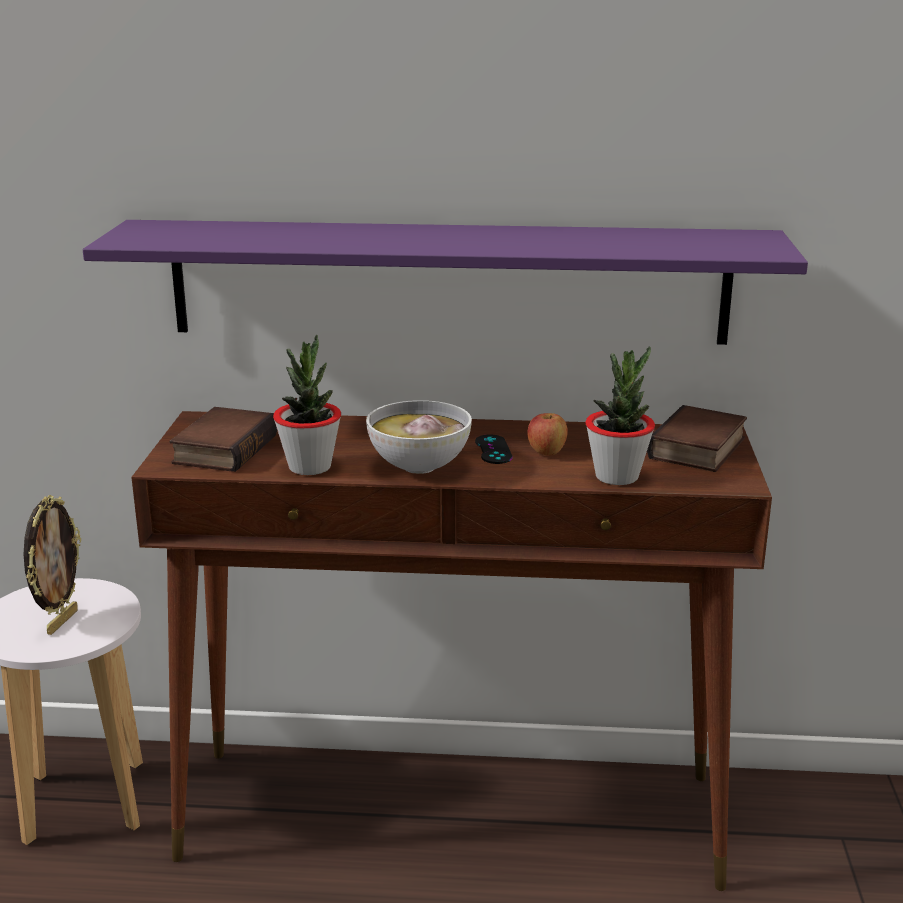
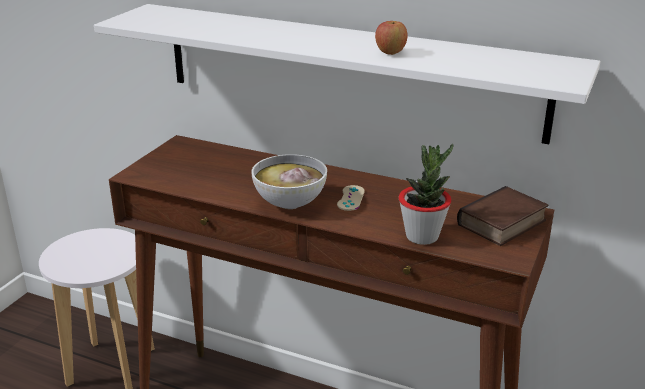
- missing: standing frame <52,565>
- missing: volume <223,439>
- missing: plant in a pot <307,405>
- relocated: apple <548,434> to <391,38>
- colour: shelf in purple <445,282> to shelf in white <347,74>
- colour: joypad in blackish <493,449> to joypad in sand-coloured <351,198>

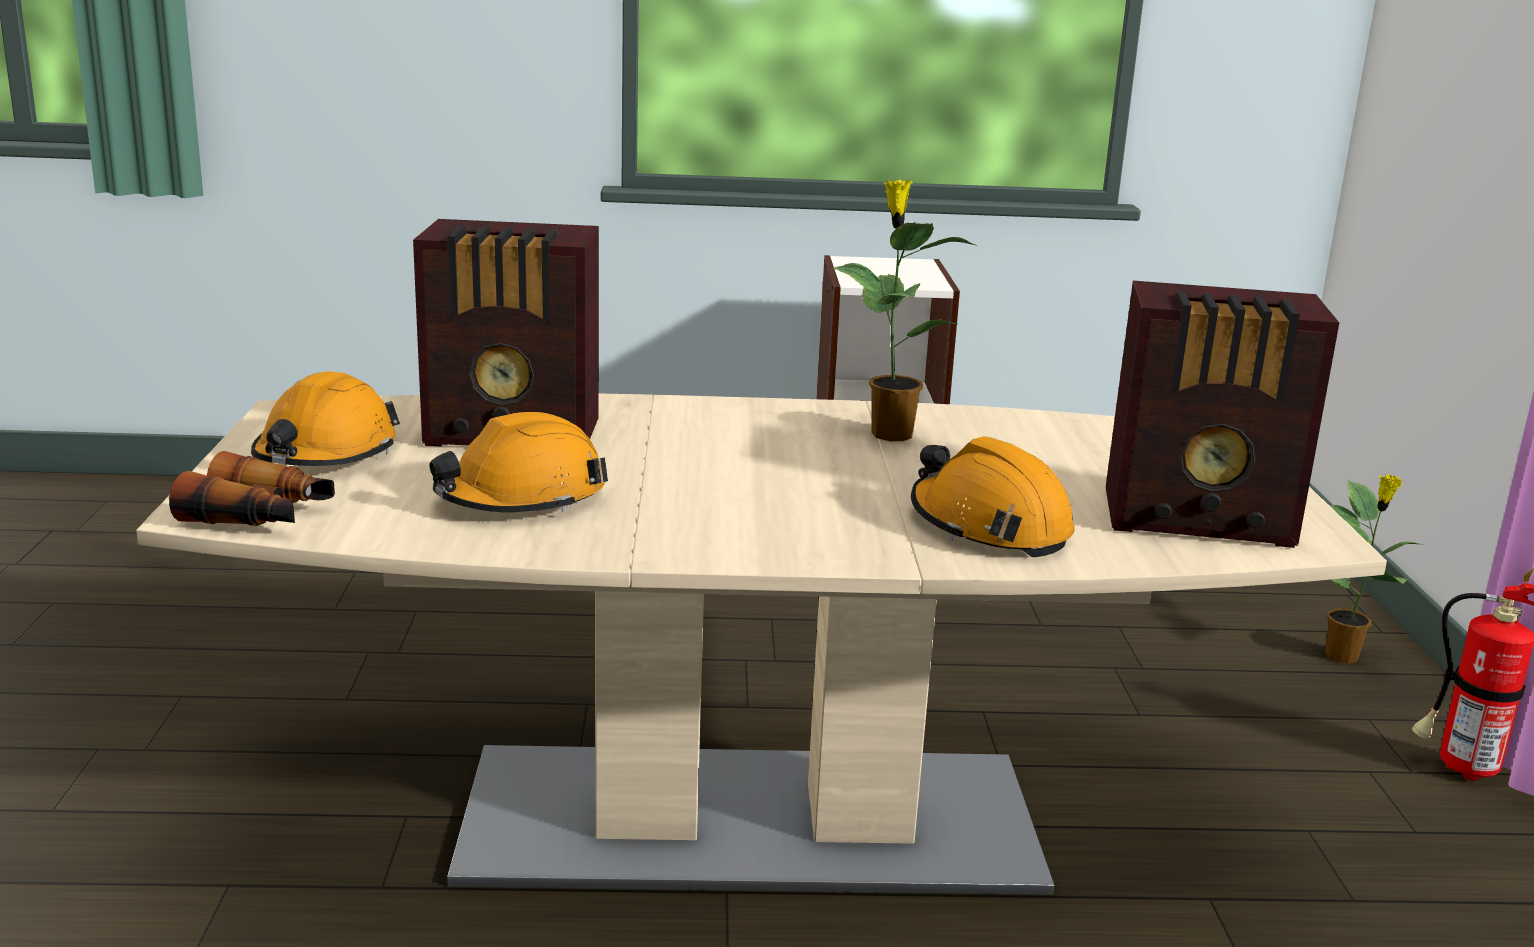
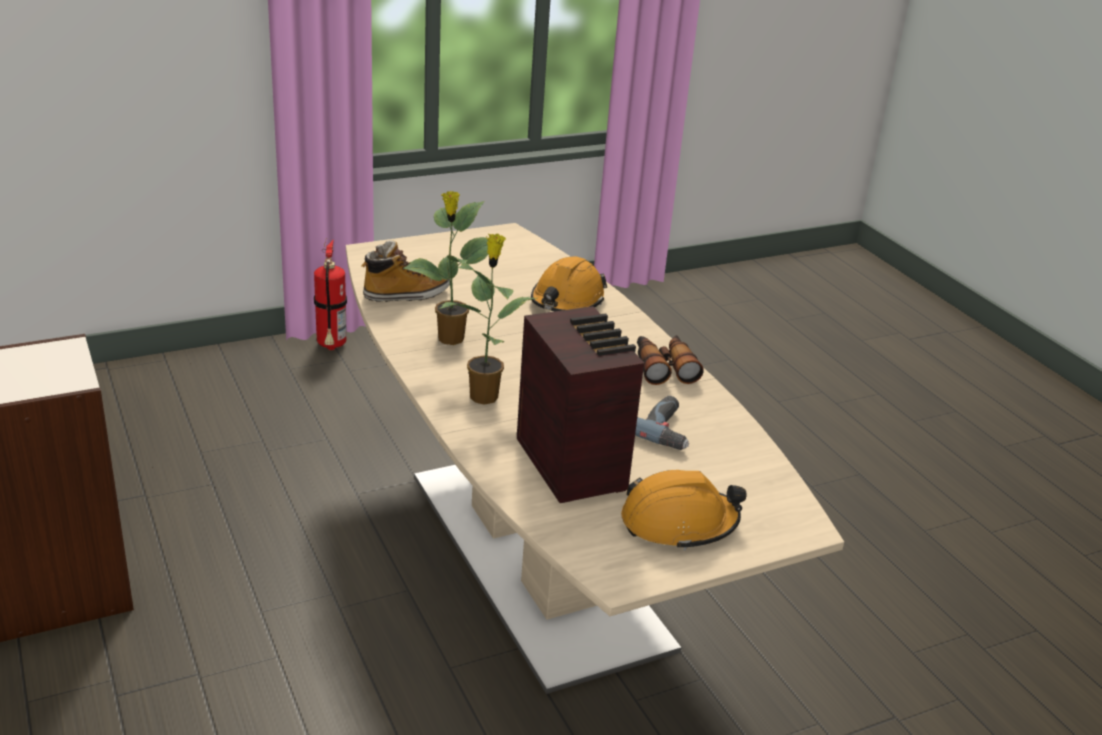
- missing: radio <1222,414>
- appeared: tall boot <406,271>
- relocated: field glasses <252,488> to <670,360>
- relocated: plant in a pot <1371,568> to <488,319>
- exchanged: safety helmet in orange-coloured <518,462> to drill <662,423>

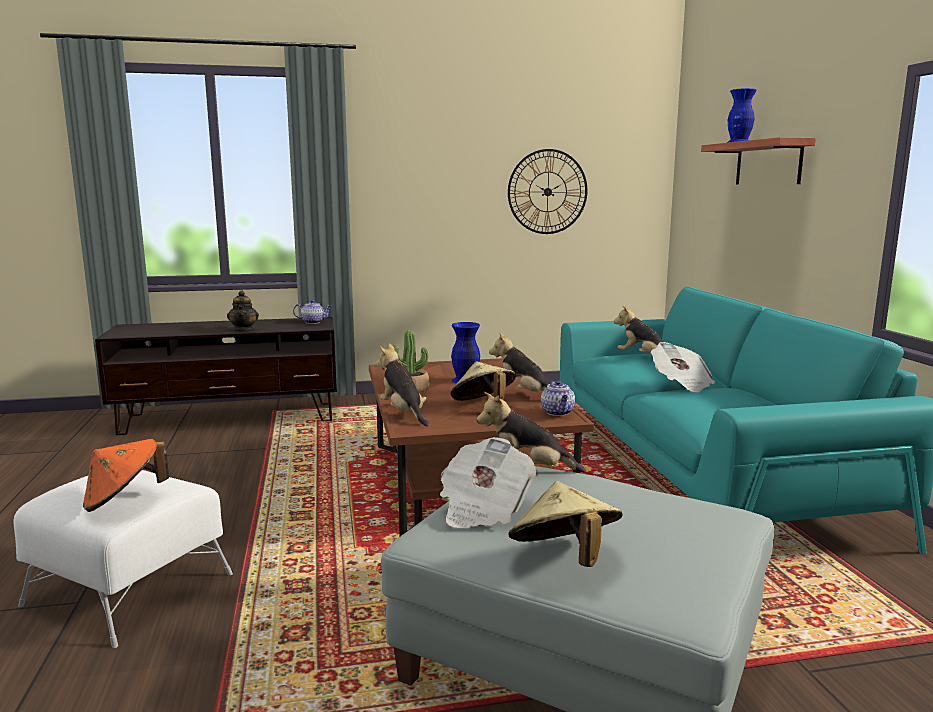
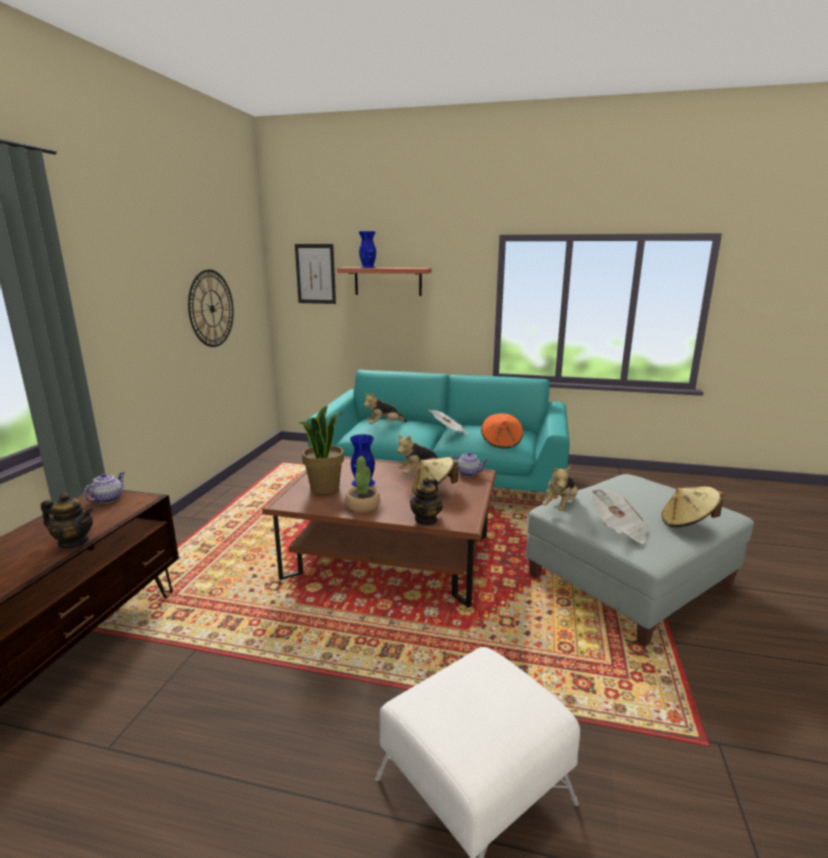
- appeared: wall picture <315,274>
- appeared: plant in a pot <321,449>
- relocated: wearable hat in orange-coloured <126,475> to <502,430>
- exchanged: soft toy <402,385> to teapot <426,501>

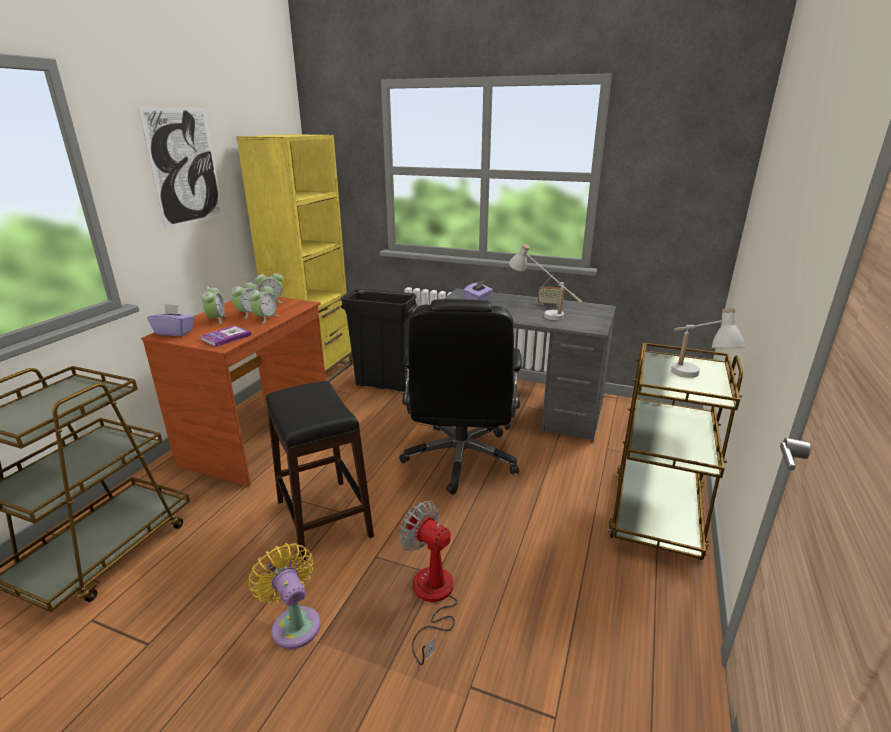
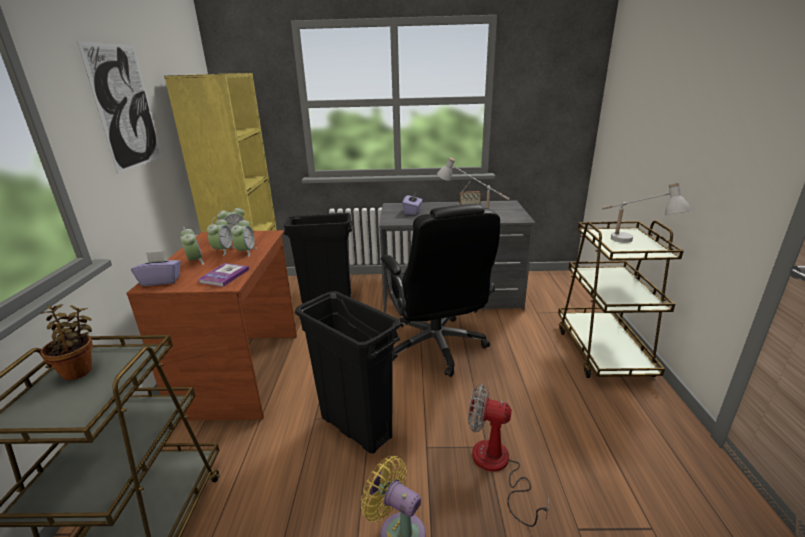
- appeared: plant in a pot <66,342>
- exchanged: sitting stool in blackish <320,471> to trash can in blackish <347,372>

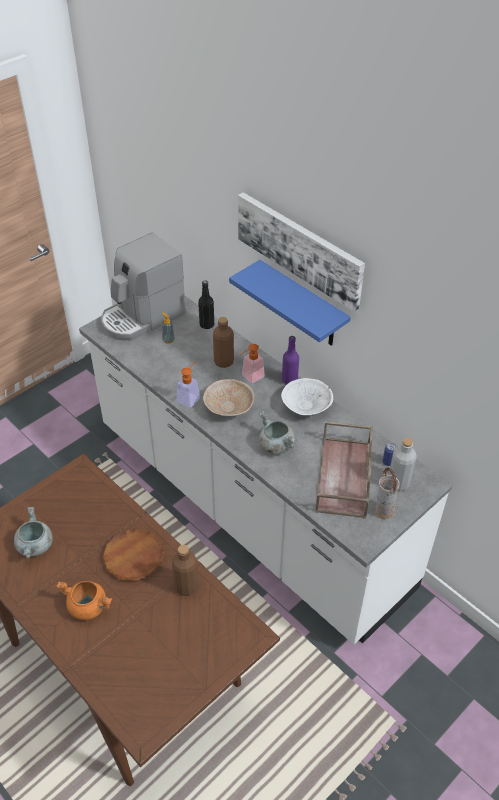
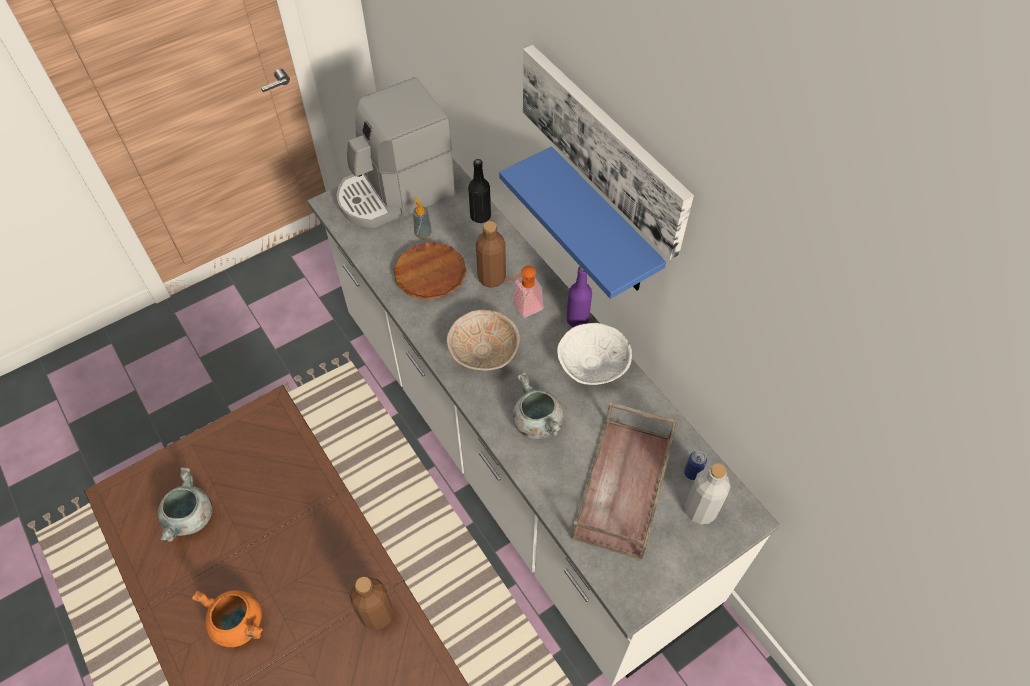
- missing: soap bottle <188,384>
- missing: flower vase <387,493>
- relocated: flat dish in brown <133,555> to <430,271>

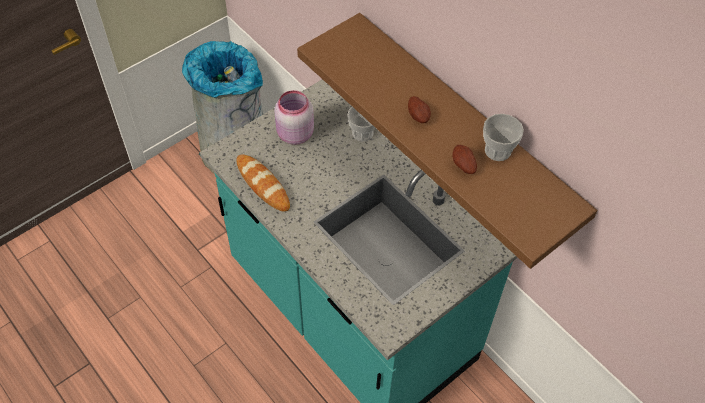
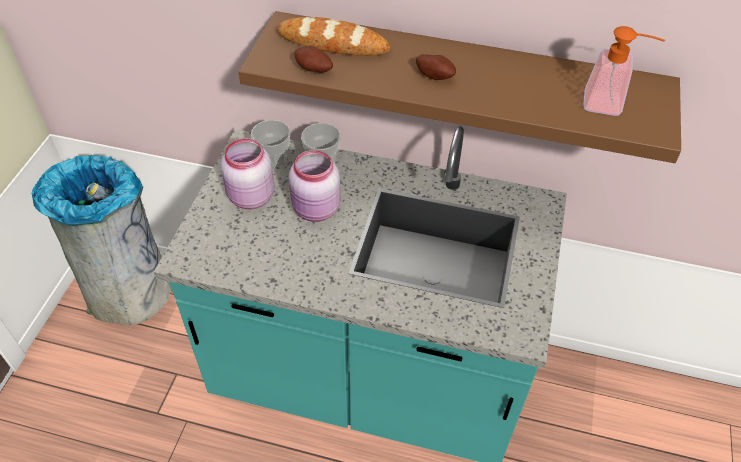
- appeared: jar in pink <314,186>
- appeared: soap bottle <624,71>
- relocated: bakery bread <263,183> to <333,36>
- relocated: potato <464,159> to <313,59>
- relocated: small cup <503,137> to <271,143>

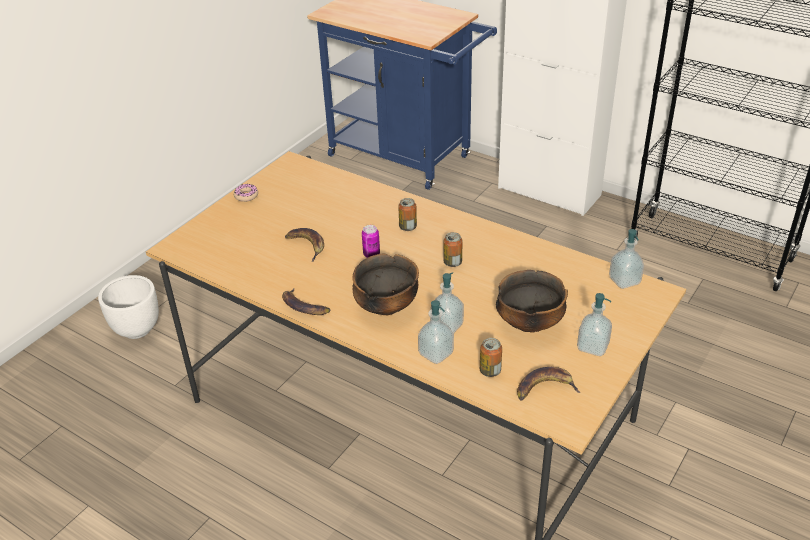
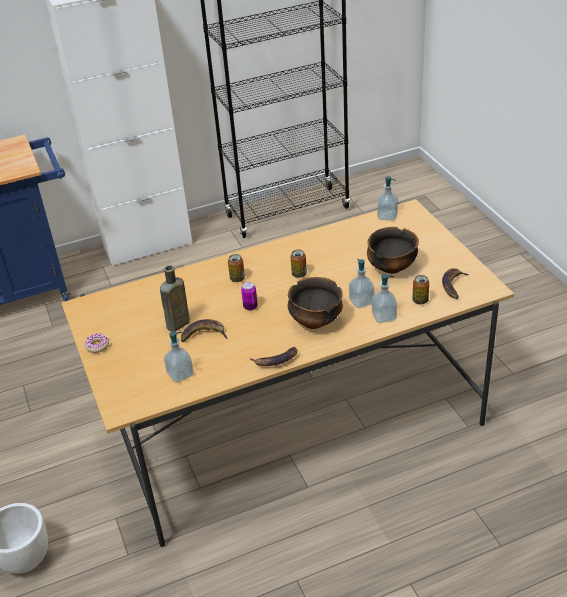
- appeared: drink bottle in brown <175,298>
- relocated: soap bottle <594,324> to <179,357>

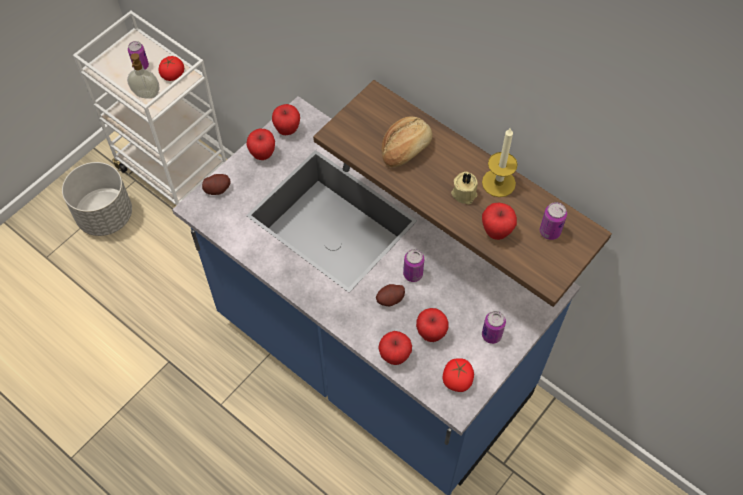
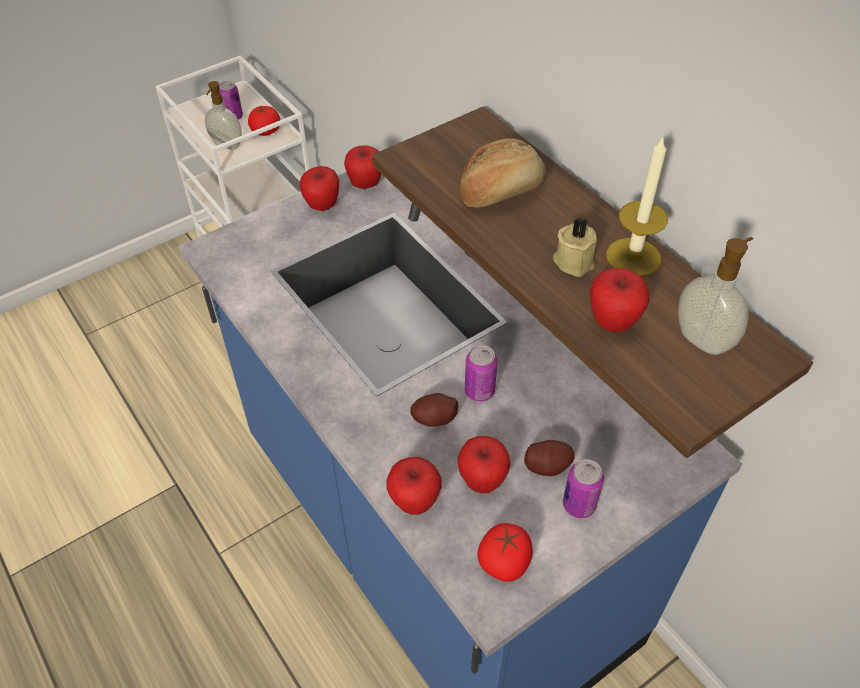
- missing: planter in greyish <97,199>
- relocated: potato <216,184> to <549,458>
- exchanged: metal can <553,221> to soap bottle <715,296>

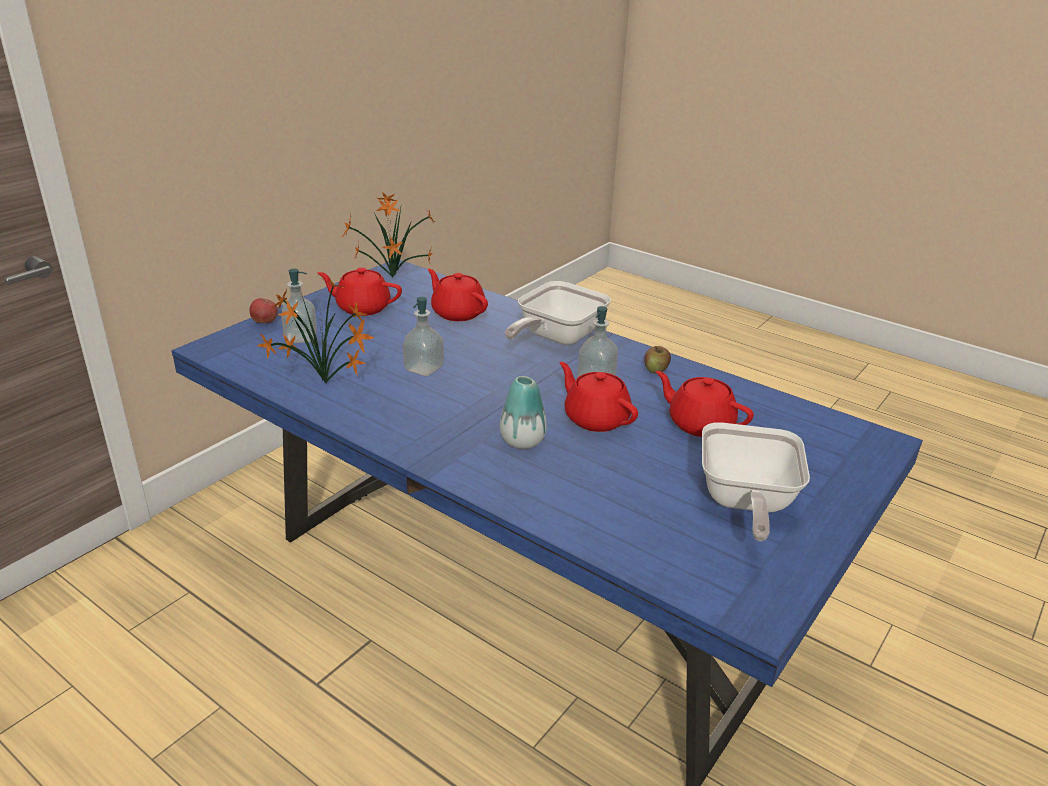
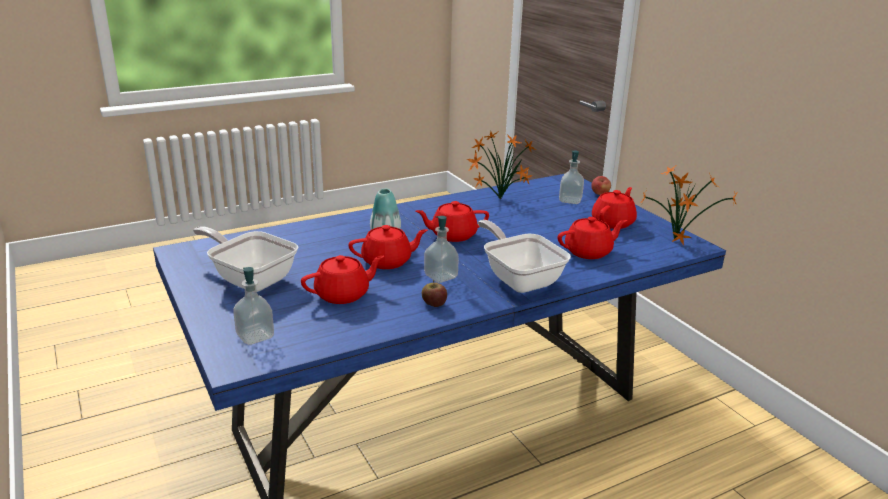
- appeared: teapot in red <452,221>
- relocated: soap bottle <423,336> to <253,306>

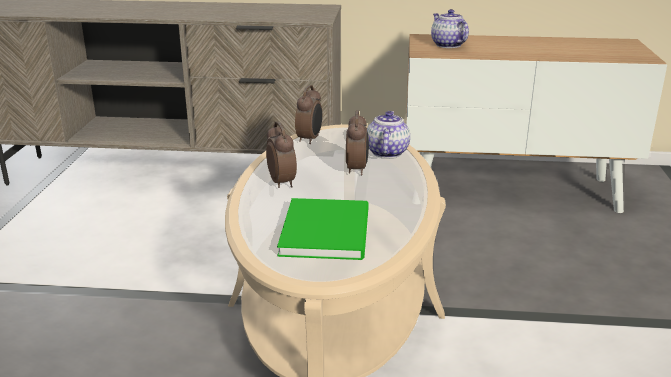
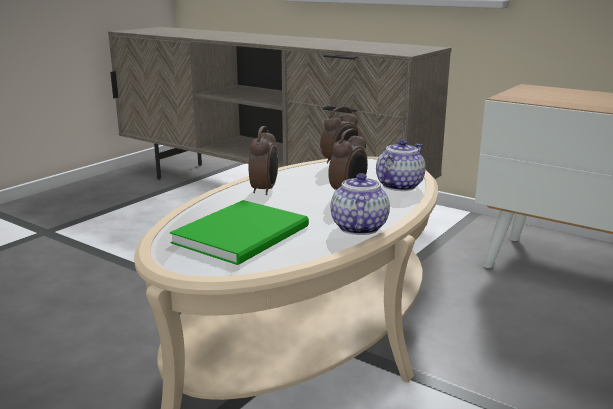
- relocated: teapot <450,28> to <360,204>

